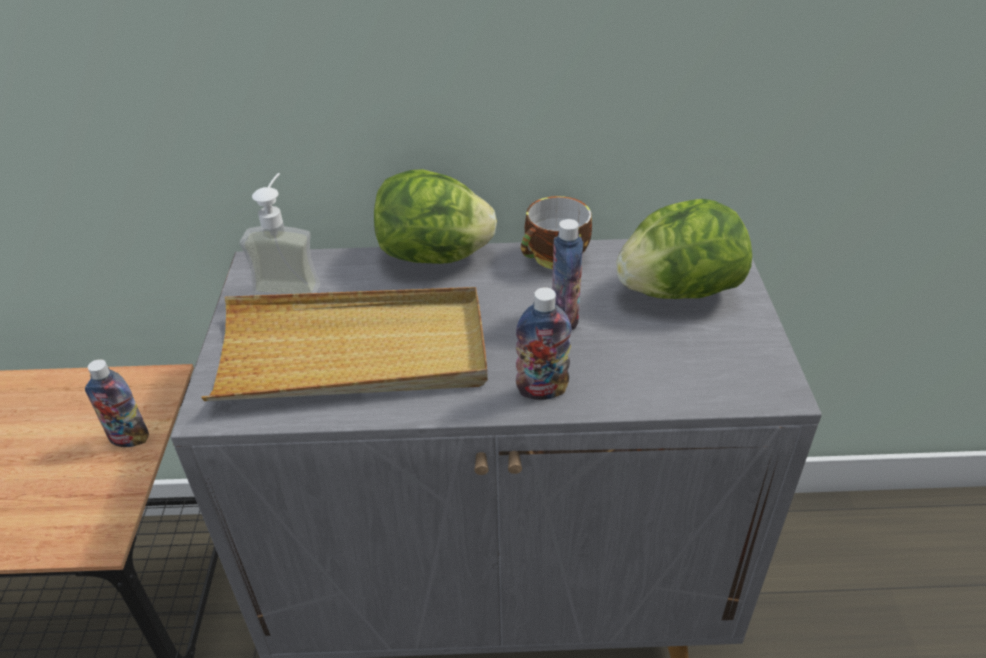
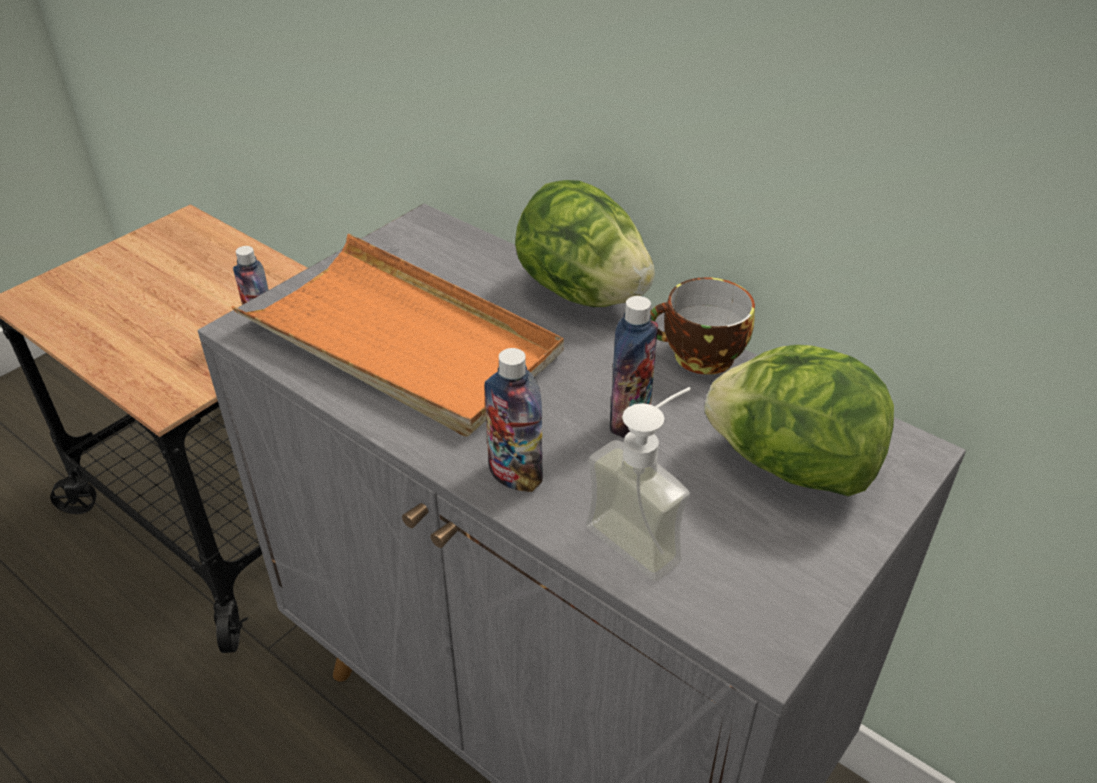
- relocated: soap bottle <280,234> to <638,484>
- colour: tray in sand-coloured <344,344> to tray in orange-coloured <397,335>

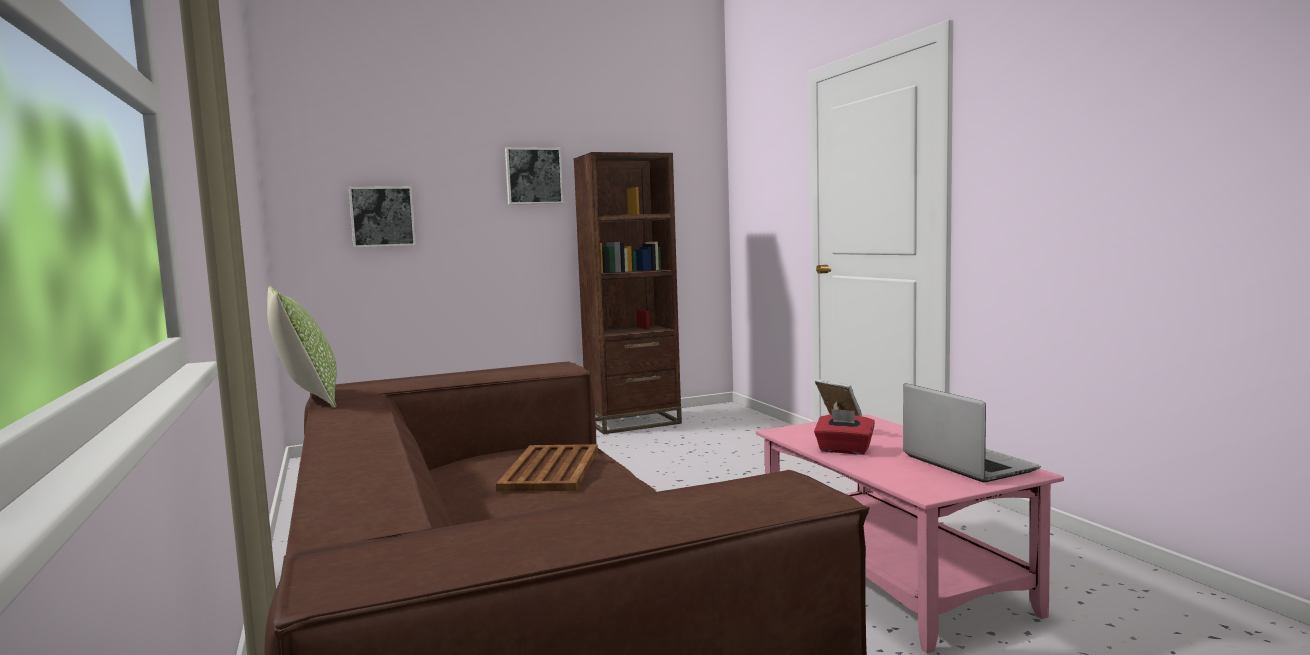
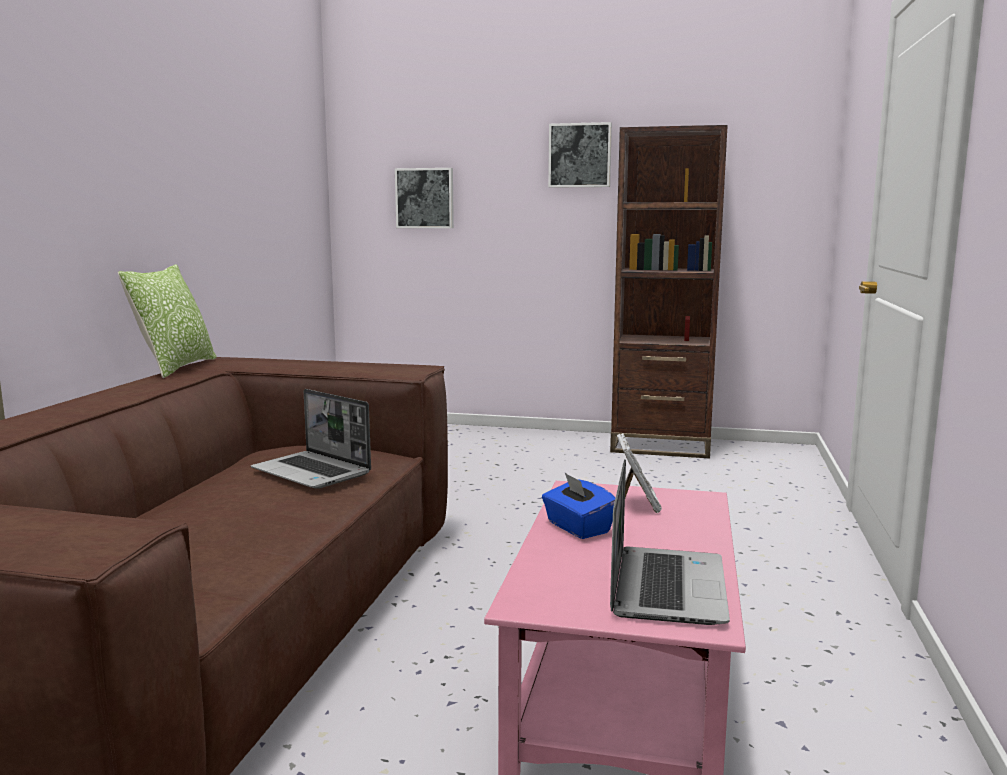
- exchanged: tray in brown <547,468> to portable computer <311,439>
- colour: tissue box in red <844,432> to tissue box in blue <578,506>

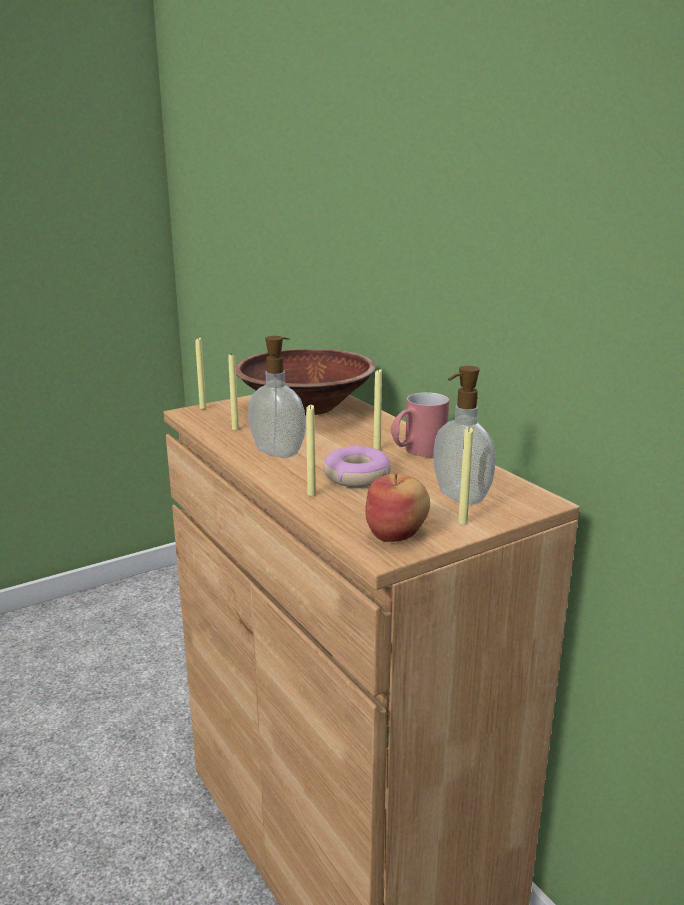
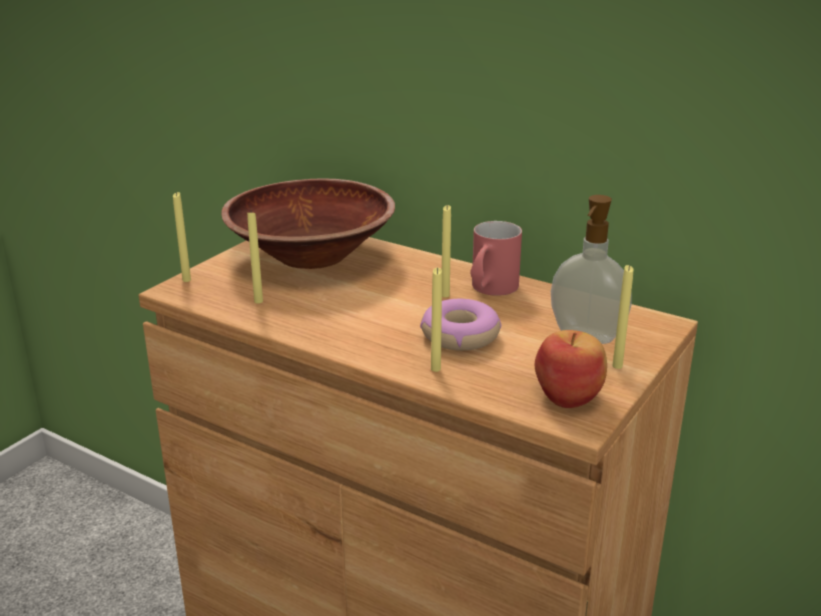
- missing: soap bottle <277,397>

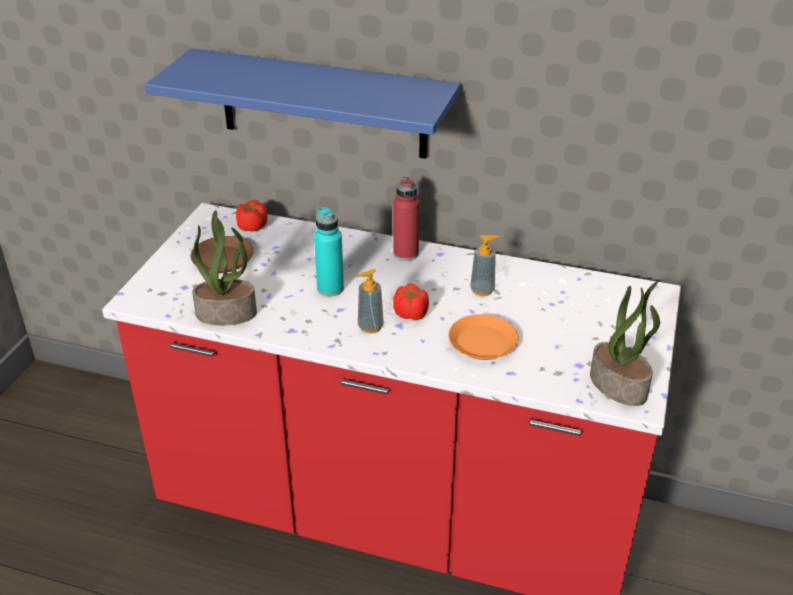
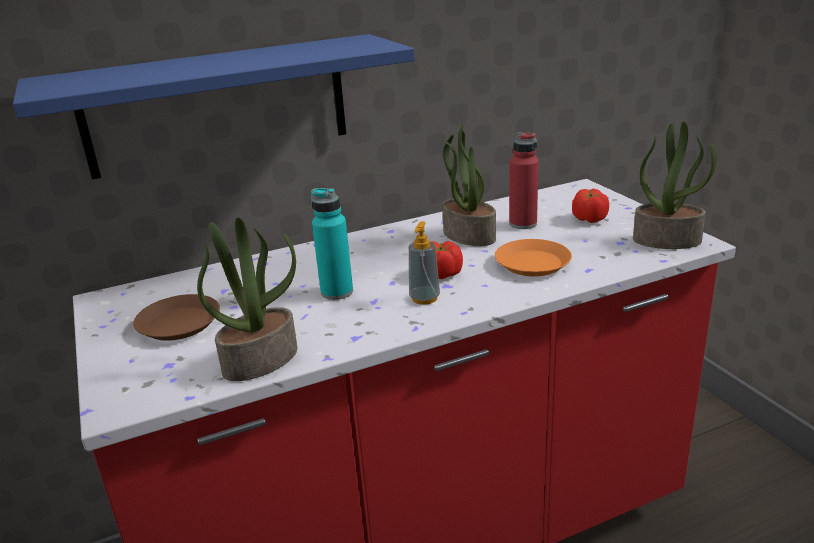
- relocated: fresh tomato <252,215> to <590,206>
- relocated: drink bottle in red <406,219> to <524,180>
- exchanged: soap bottle <484,265> to plant in a pot <469,184>

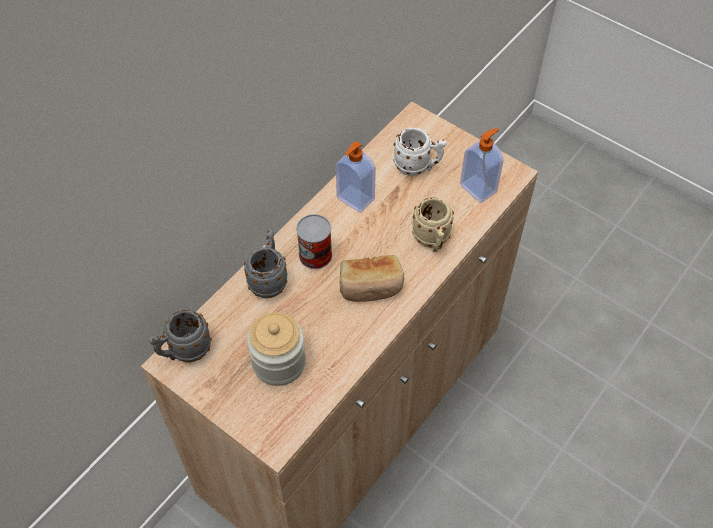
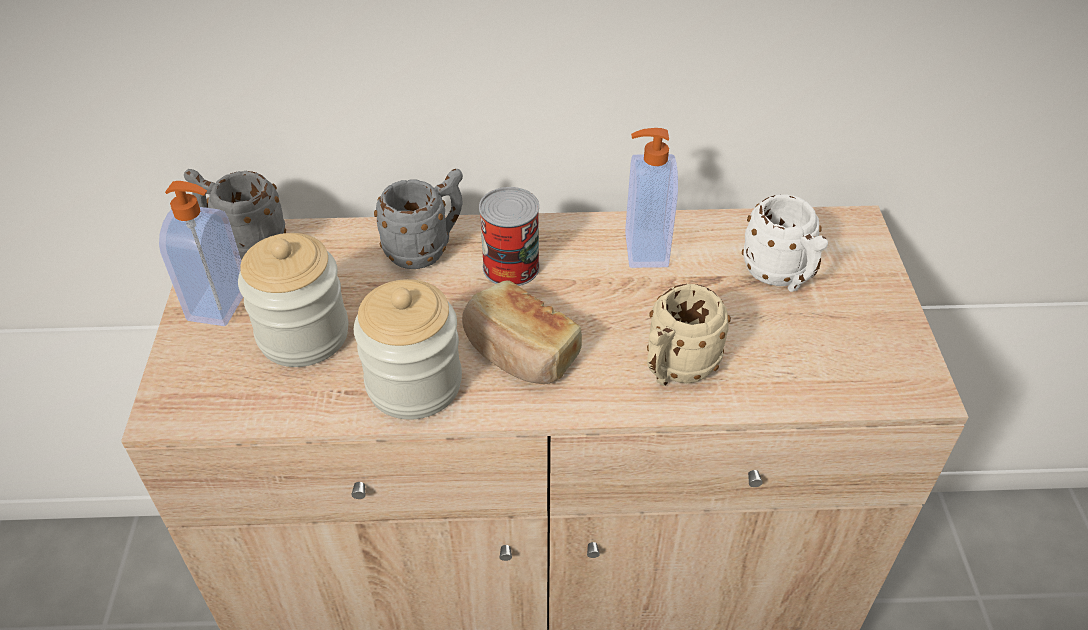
- appeared: jar <408,349>
- relocated: soap bottle <482,165> to <201,253>

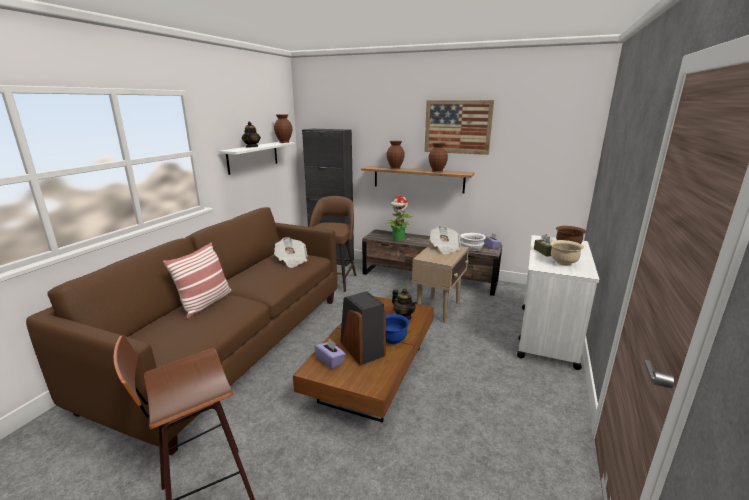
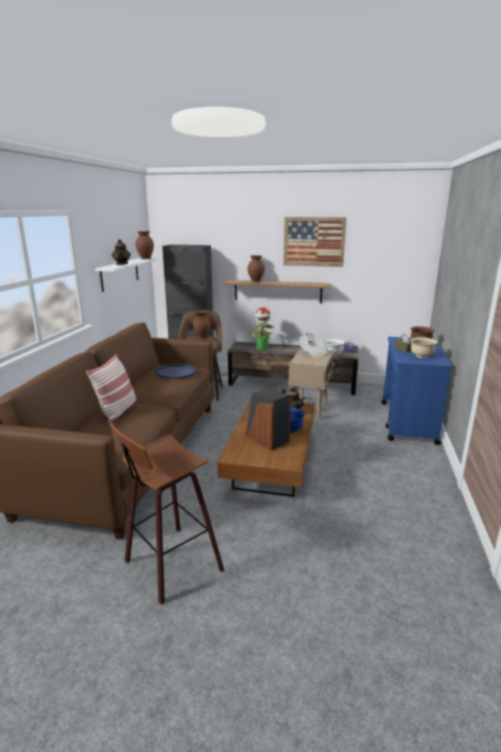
- missing: tissue box in purple <330,354>
- relocated: flower vase in brown <438,158> to <202,324>
- exchanged: printed paper <291,252> to tray in blue <176,371>
- colour: trolley in white <558,302> to trolley in blue <416,391>

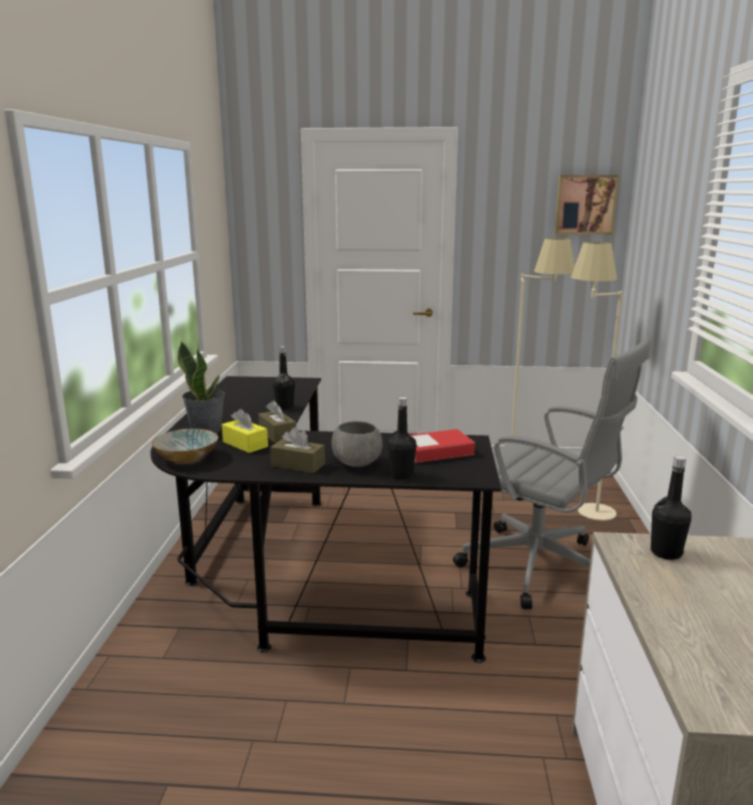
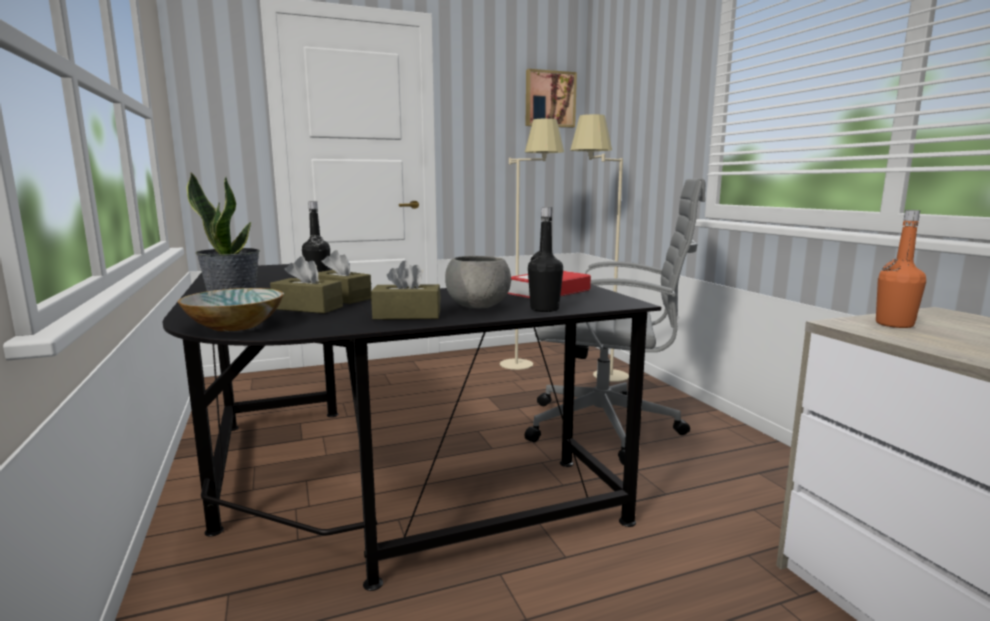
- colour: tissue box in yellow <245,431> to tissue box in brown <306,284>
- colour: drink bottle in blackish <671,507> to drink bottle in orange-coloured <901,269>

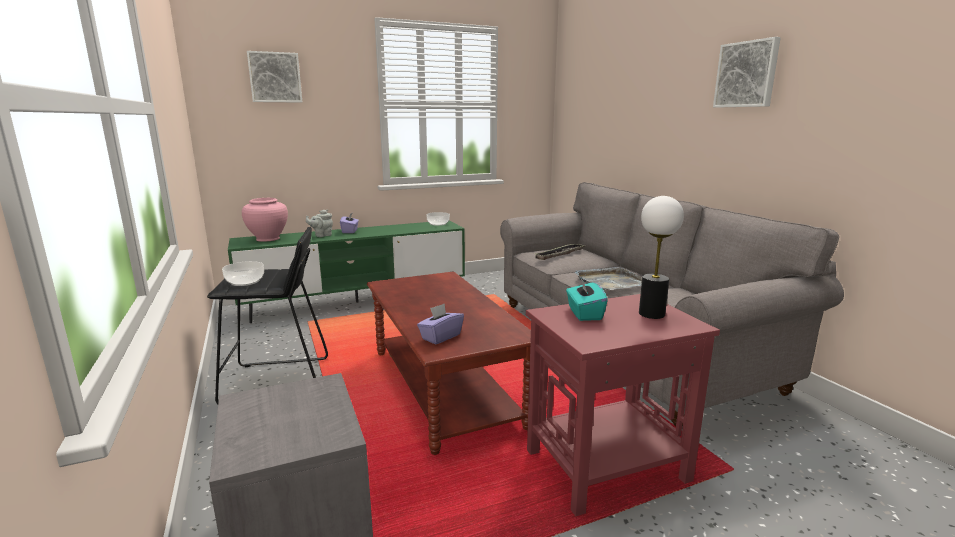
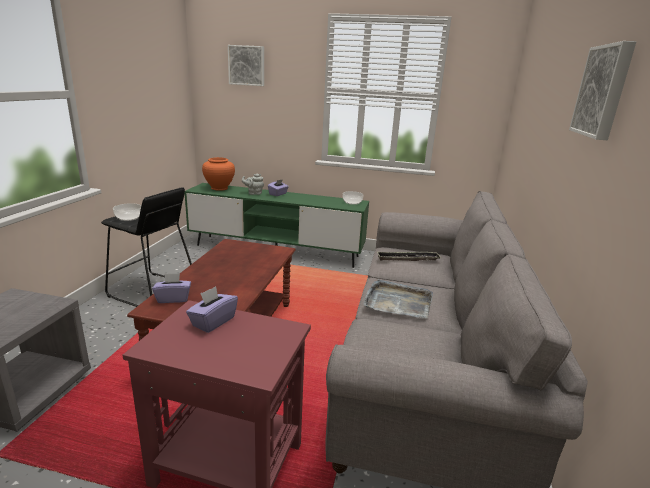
- missing: table lamp <661,257>
- colour: flower vase in pink <265,220> to flower vase in orange-coloured <218,174>
- colour: tissue box in turquoise-coloured <587,299> to tissue box in purple <212,309>

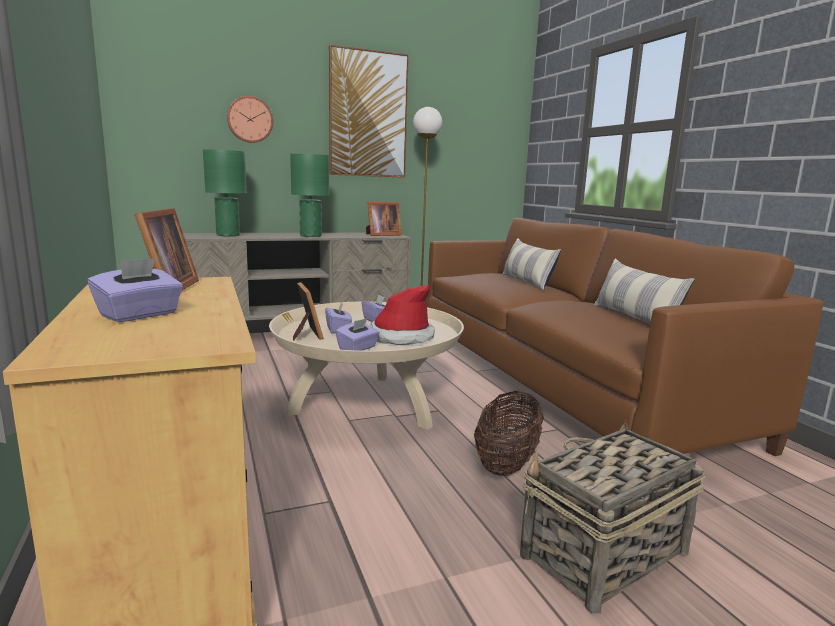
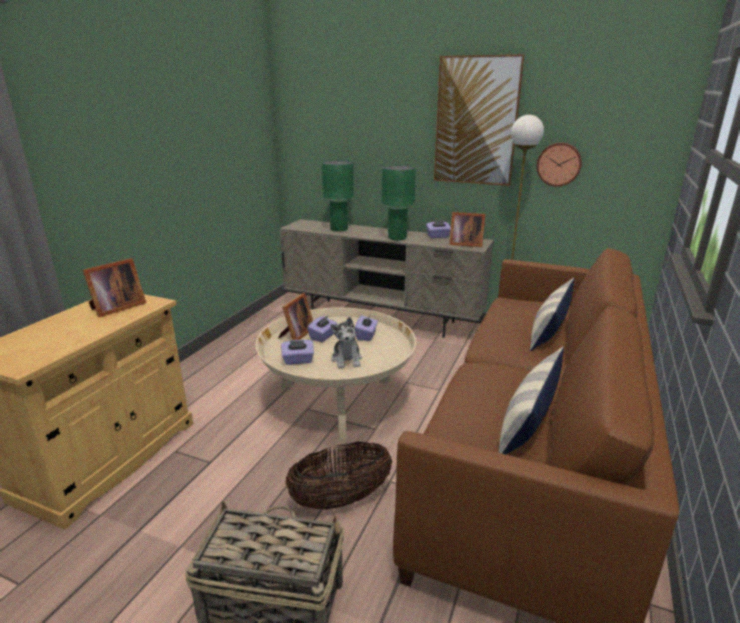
- relocated: tissue box in purple <135,290> to <438,229>
- relocated: hanging clock <250,119> to <559,165>
- exchanged: wearable hat <402,315> to soft toy <346,343>

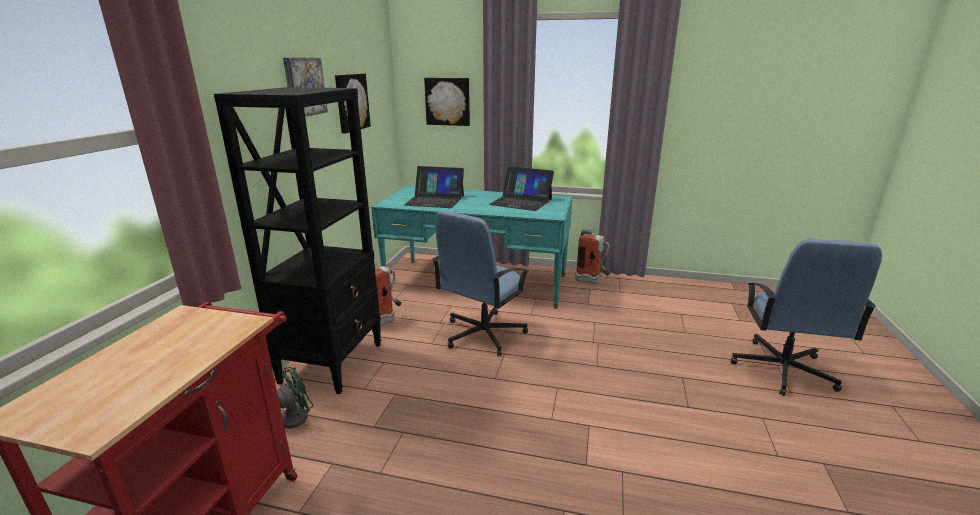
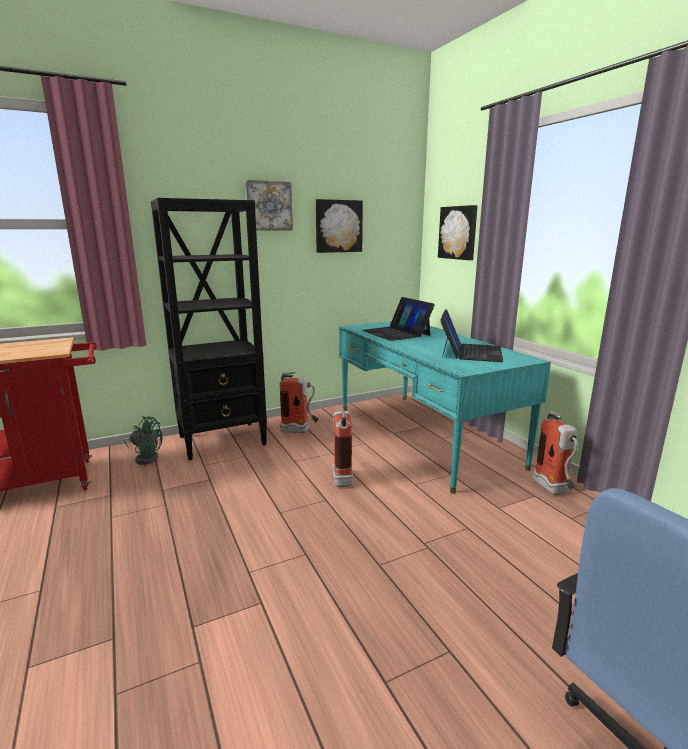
- exchanged: desk chair in blue <480,283> to fire extinguisher <343,447>
- spun: portable computer <521,188> = <471,335> 150 degrees counterclockwise

